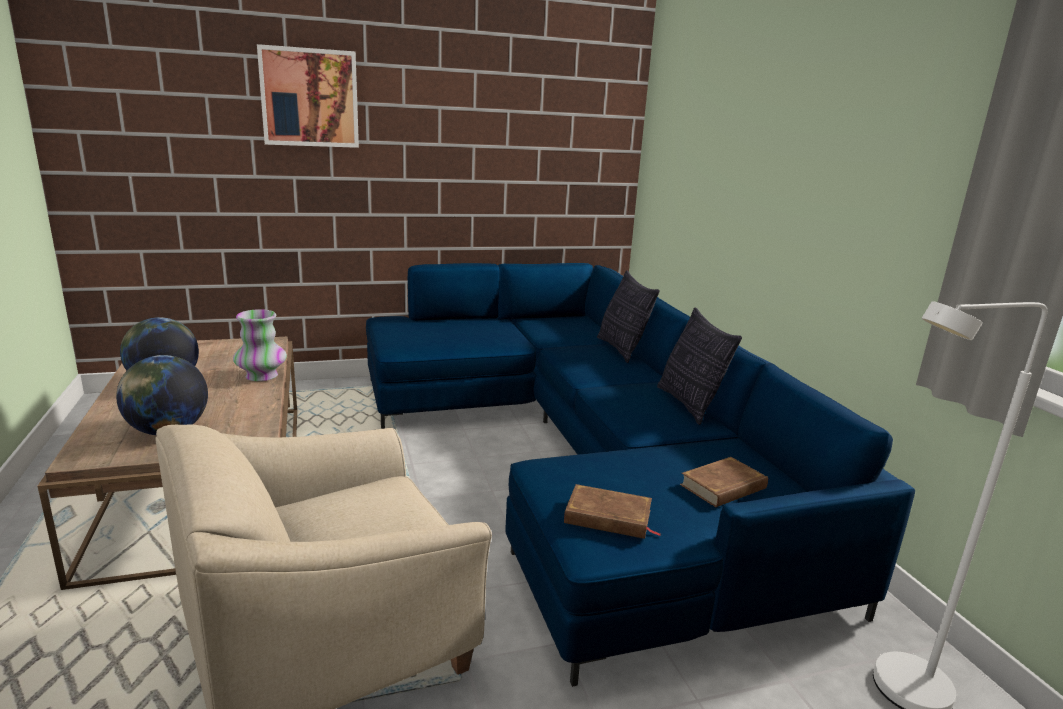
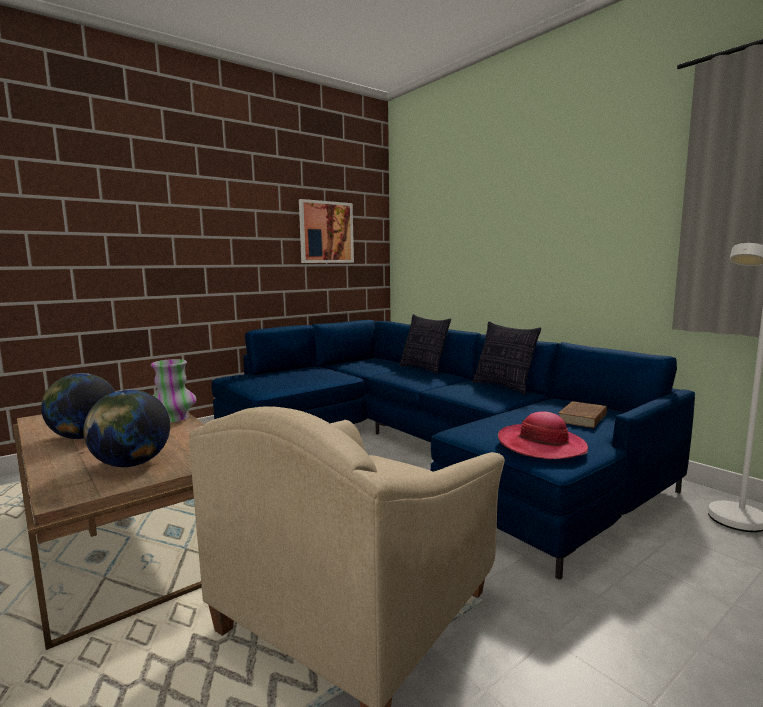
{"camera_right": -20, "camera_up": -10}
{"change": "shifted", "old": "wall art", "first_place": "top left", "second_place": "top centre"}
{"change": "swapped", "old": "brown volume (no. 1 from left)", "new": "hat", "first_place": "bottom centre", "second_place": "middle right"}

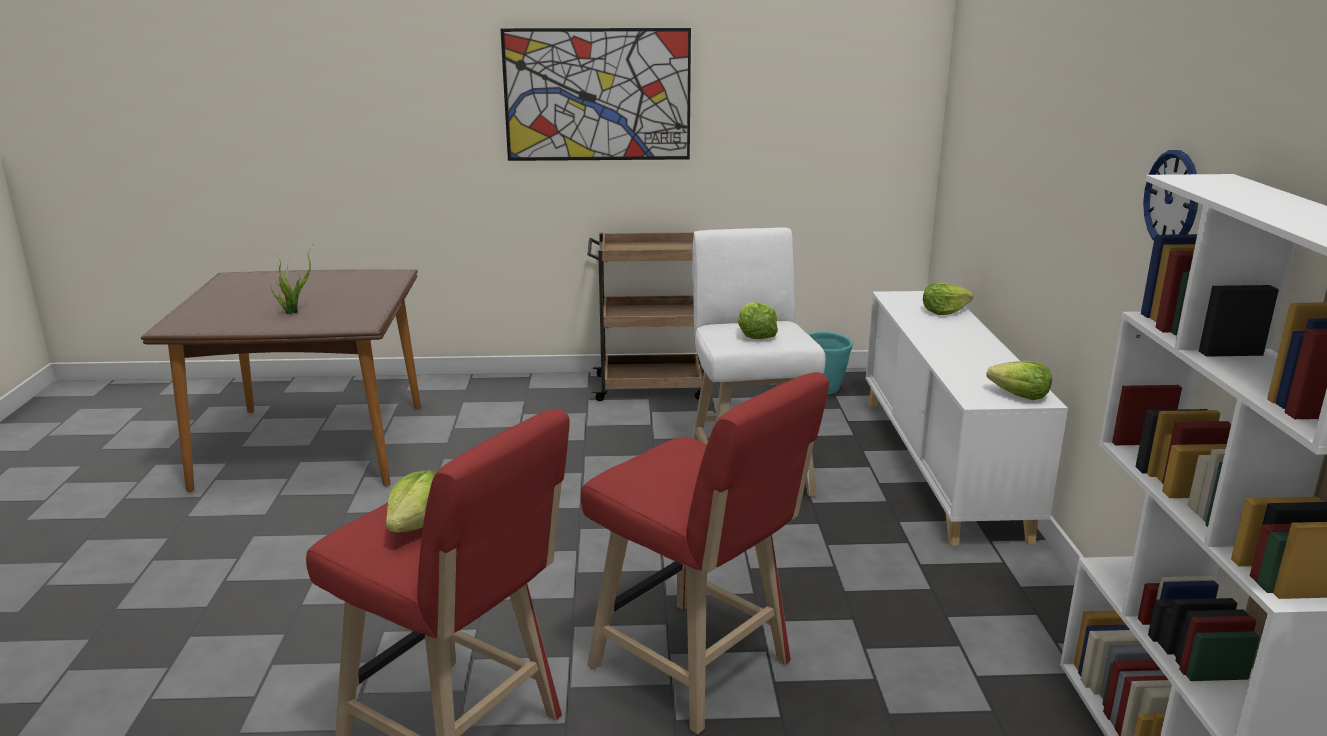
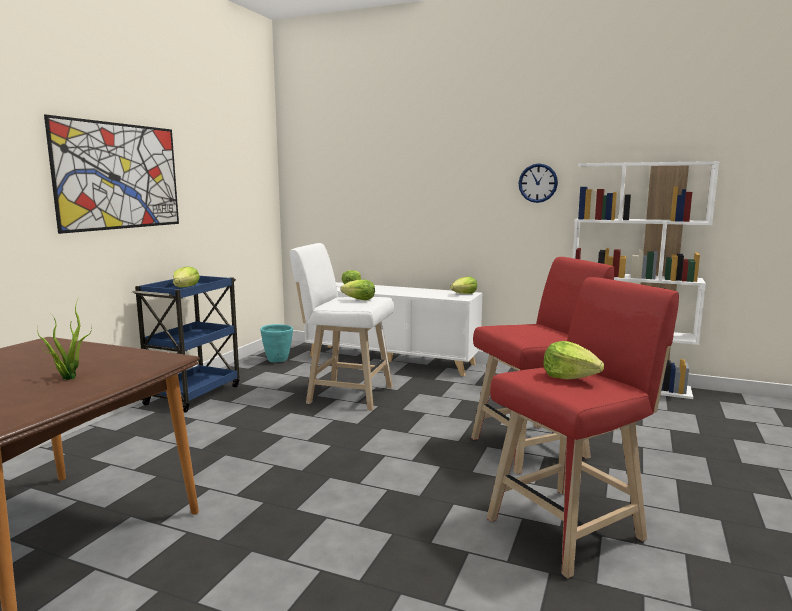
{"camera_right": -65, "camera_up": -10}
{"change": "new", "new": "lettuce (no. 1 from left)", "second_place": "middle left"}
{"change": "repainted", "old": "brown cart", "new": "blue-coloured cart", "first_place": "centre", "second_place": "middle left"}

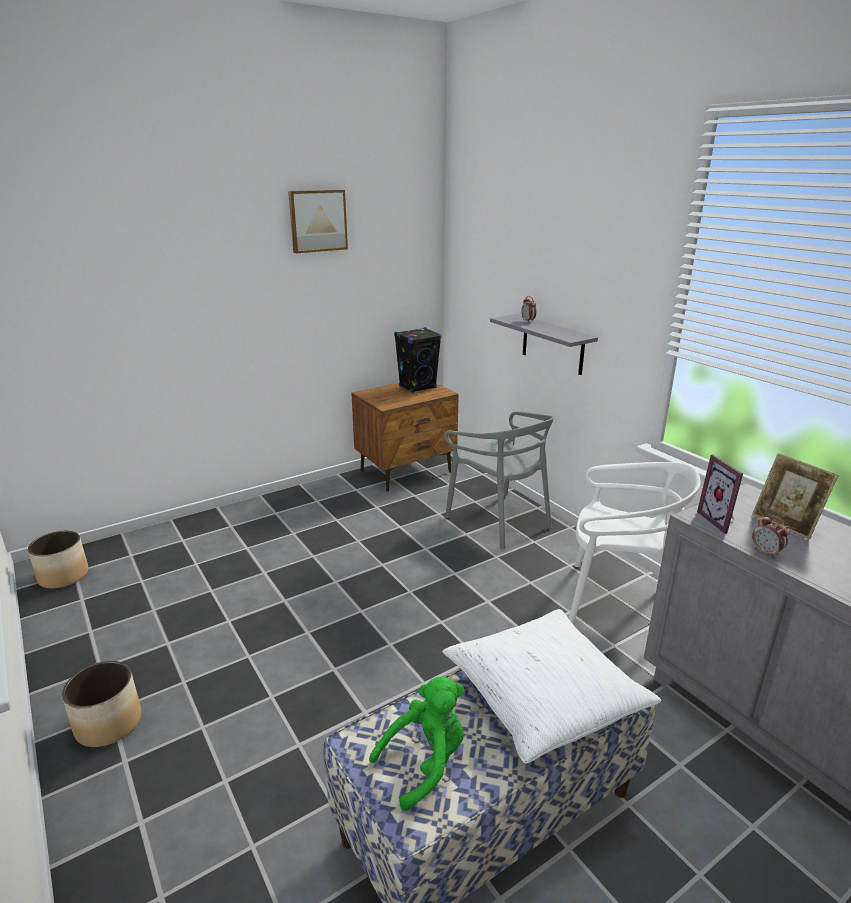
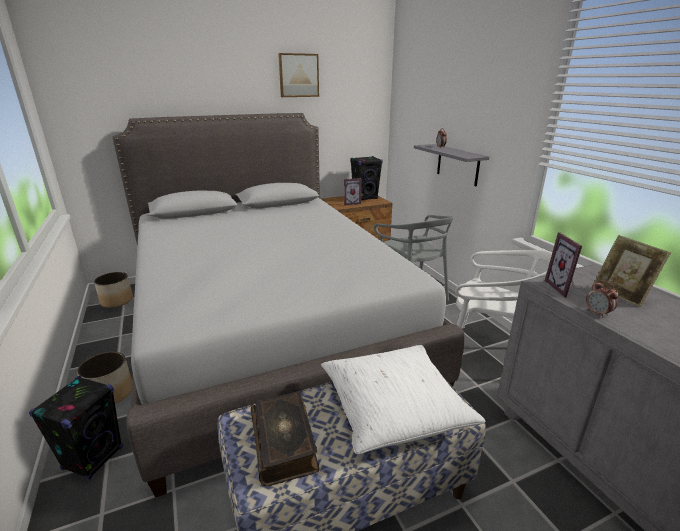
{"camera_right": 10, "camera_up": 0}
{"change": "new", "new": "black-coloured speaker (no. 1 from left)", "second_place": "bottom left"}
{"change": "new", "new": "grey bedroom bed", "second_place": "centre"}
{"change": "new", "new": "photo frame (no. 1 from left)", "second_place": "centre"}
{"change": "swapped", "old": "green-coloured cuddly toy", "new": "volume", "first_place": "bottom centre", "second_place": "bottom centre"}

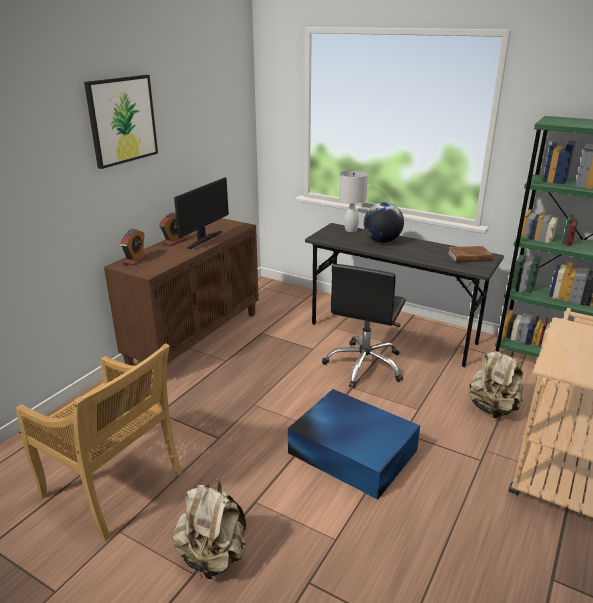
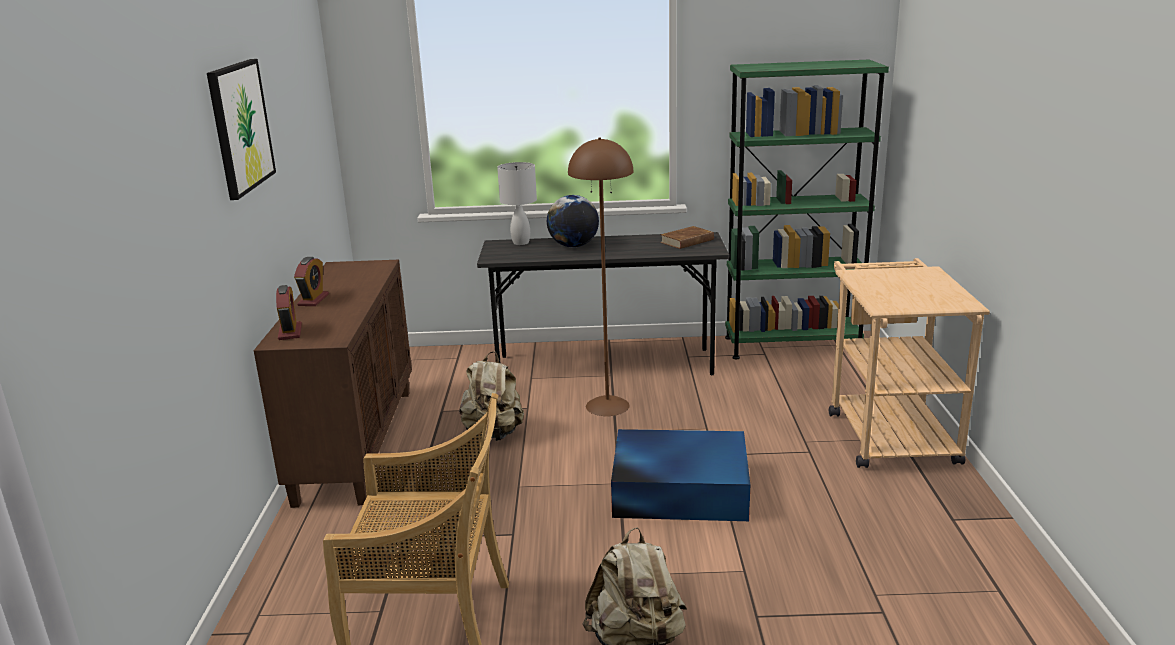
{"camera_right": -30, "camera_up": -5}
{"change": "gone", "old": "computer screen", "first_place": "centre"}
{"change": "shifted", "old": "beige rucksack (no. 2 from left in the first image)", "new": "beige rucksack (no. 1 from left)", "first_place": "middle right", "second_place": "centre"}
{"change": "swapped", "old": "black-coloured desk chair", "new": "brown standing lamp", "first_place": "centre", "second_place": "centre"}

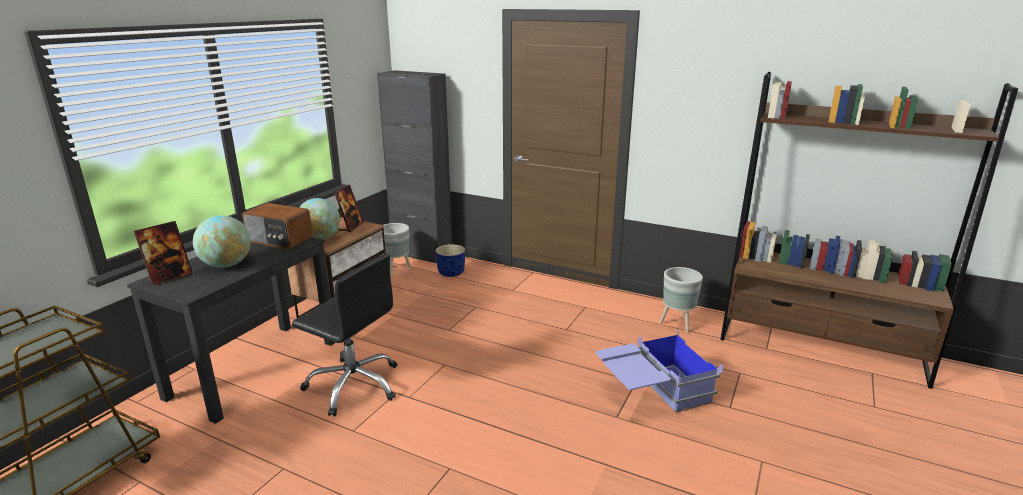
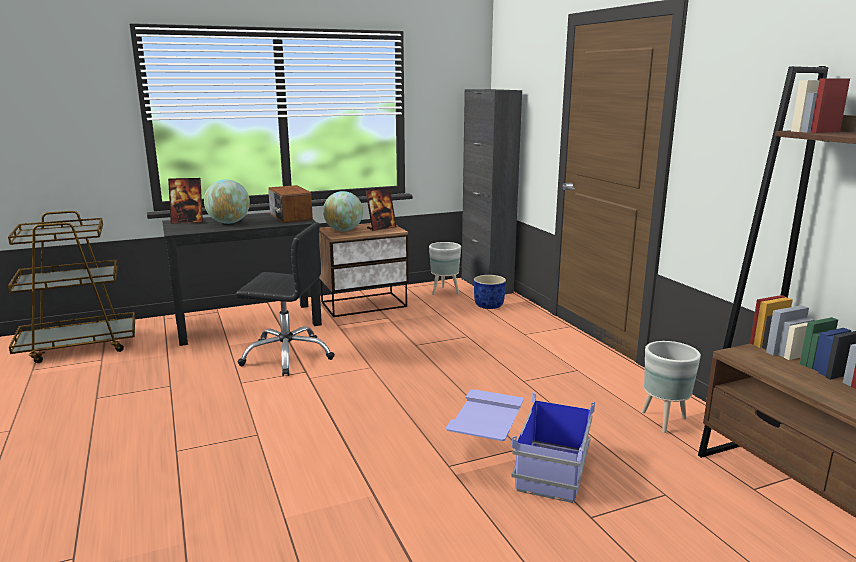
{"camera_right": 40, "camera_up": -5}
{"change": "rotated", "old": "black-coloured desk chair", "first_place": "bottom centre", "second_place": "middle left", "degrees": -60}

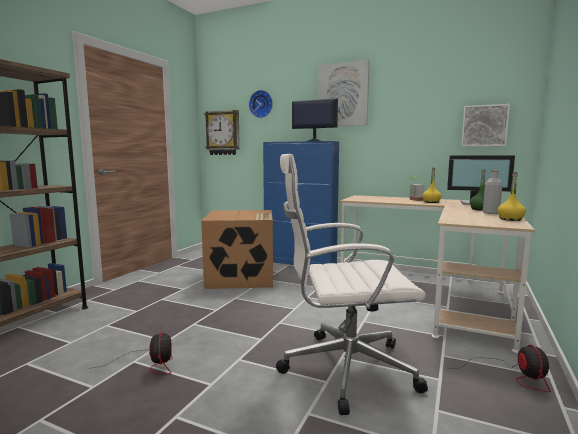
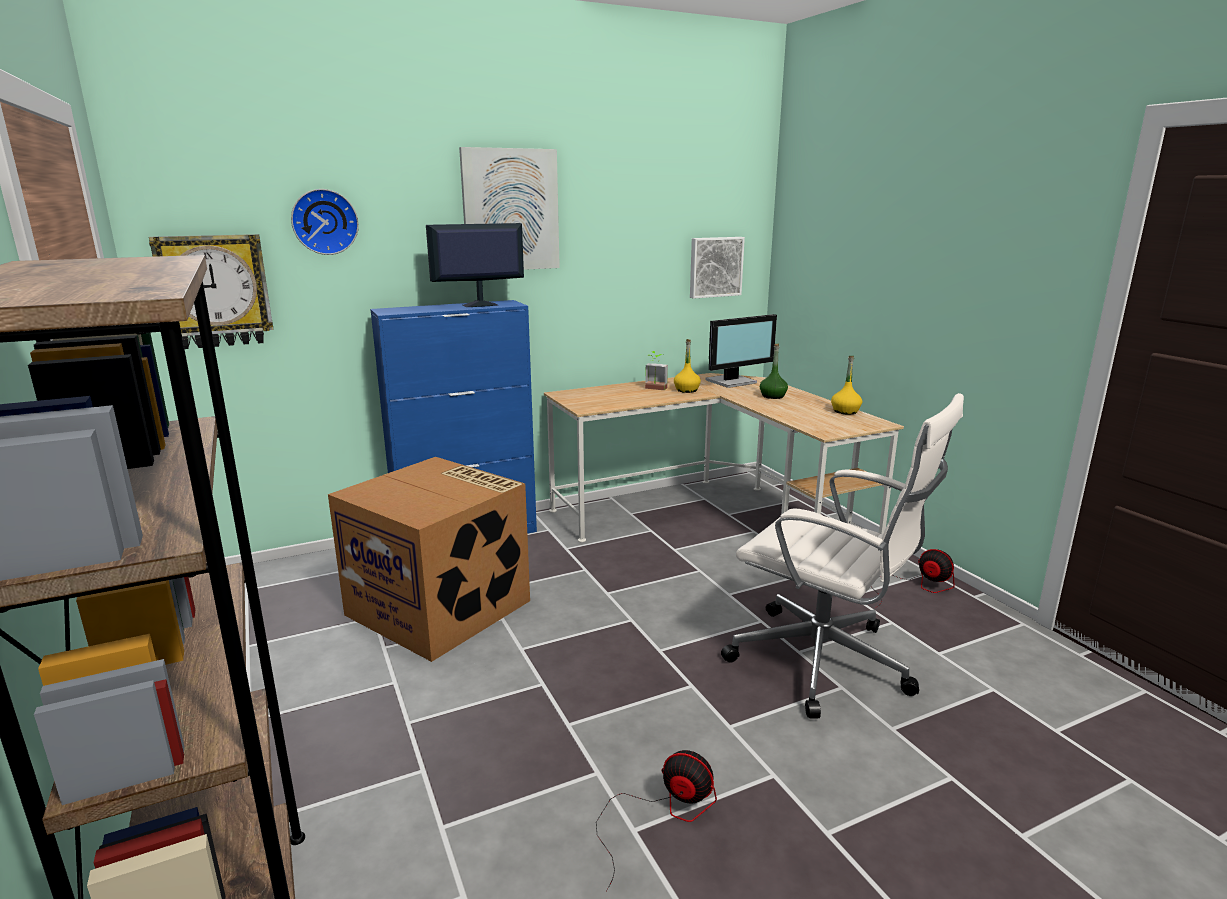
{"camera_right": -50, "camera_up": 10}
{"change": "gone", "old": "grey drink bottle", "first_place": "middle right"}
{"change": "rotated", "old": "white-coloured desk chair", "first_place": "centre", "second_place": "middle right", "degrees": -90}

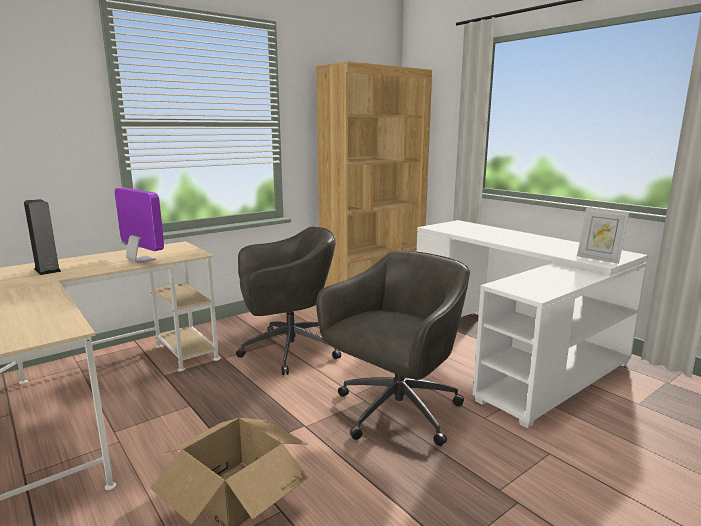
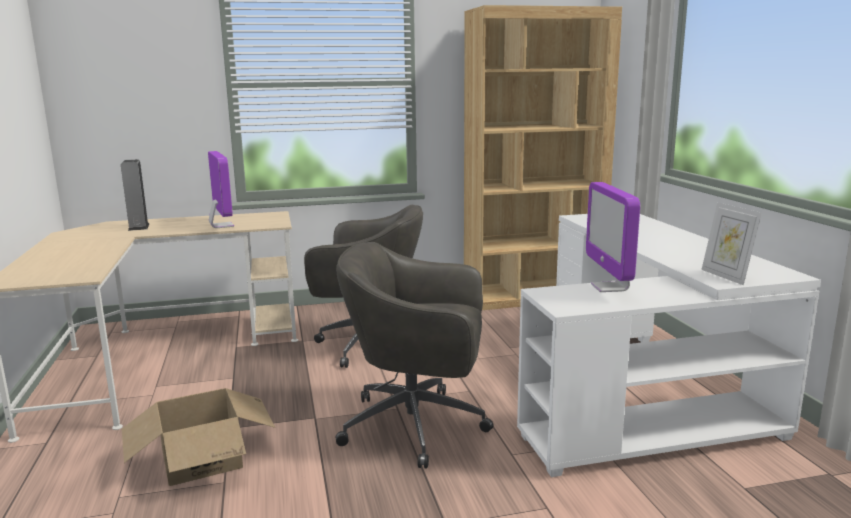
{"camera_right": 25, "camera_up": 0}
{"change": "new", "new": "computer screen (no. 2 from left)", "second_place": "middle right"}
{"change": "rotated", "old": "grey desk chair (no. 2 from left)", "first_place": "centre", "second_place": "bottom centre", "degrees": -150}

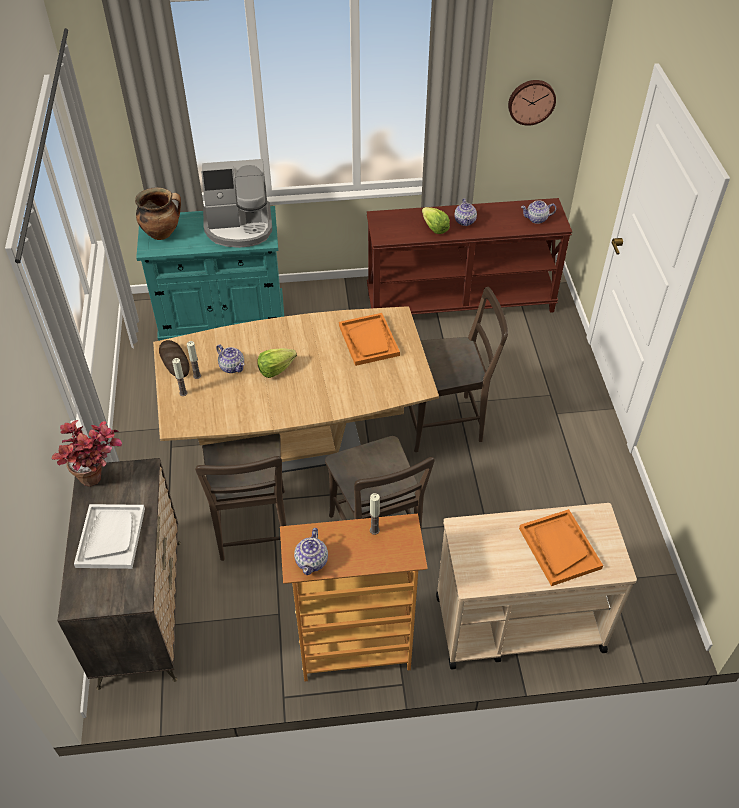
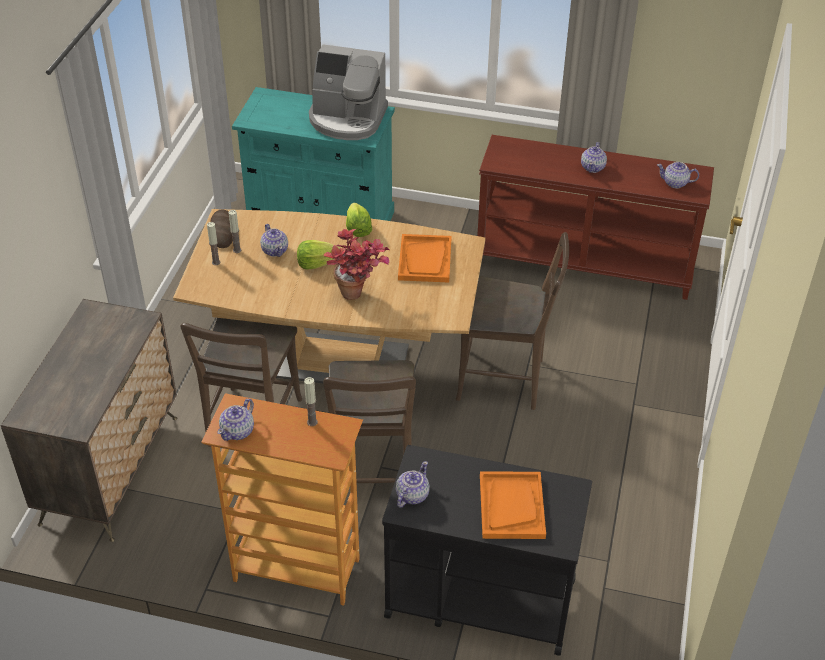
{"camera_right": 20, "camera_up": -5}
{"change": "gone", "old": "white-coloured tray", "first_place": "middle left"}
{"change": "gone", "old": "stockpot", "first_place": "top left"}
{"change": "gone", "old": "wall clock", "first_place": "top right"}
{"change": "new", "new": "tea pot (no. 3 from left)", "second_place": "bottom centre"}
{"change": "shifted", "old": "potted plant", "first_place": "middle left", "second_place": "centre"}
{"change": "shifted", "old": "lettuce (no. 2 from left)", "first_place": "top centre", "second_place": "centre"}
{"change": "repainted", "old": "beige cart", "new": "black-coloured cart", "first_place": "bottom right", "second_place": "bottom centre"}

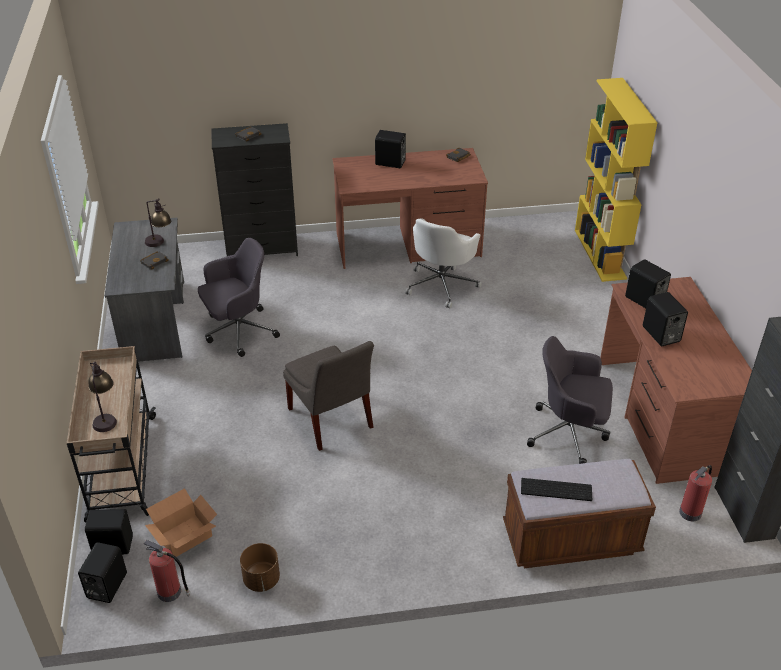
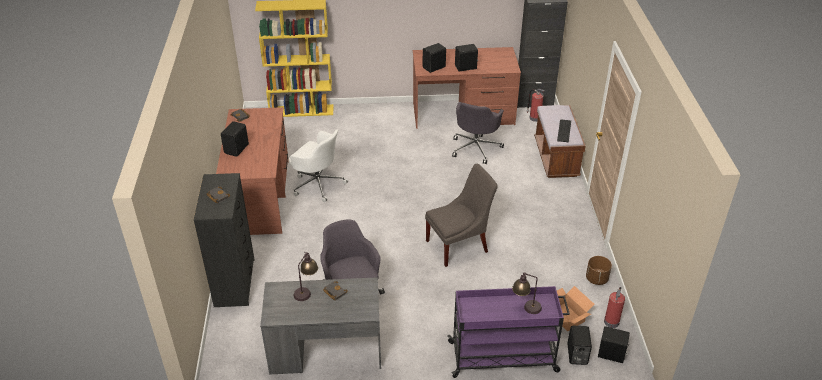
{"camera_right": -85, "camera_up": 0}
{"change": "repainted", "old": "beige cart", "new": "purple-coloured cart", "first_place": "middle left", "second_place": "bottom centre"}

